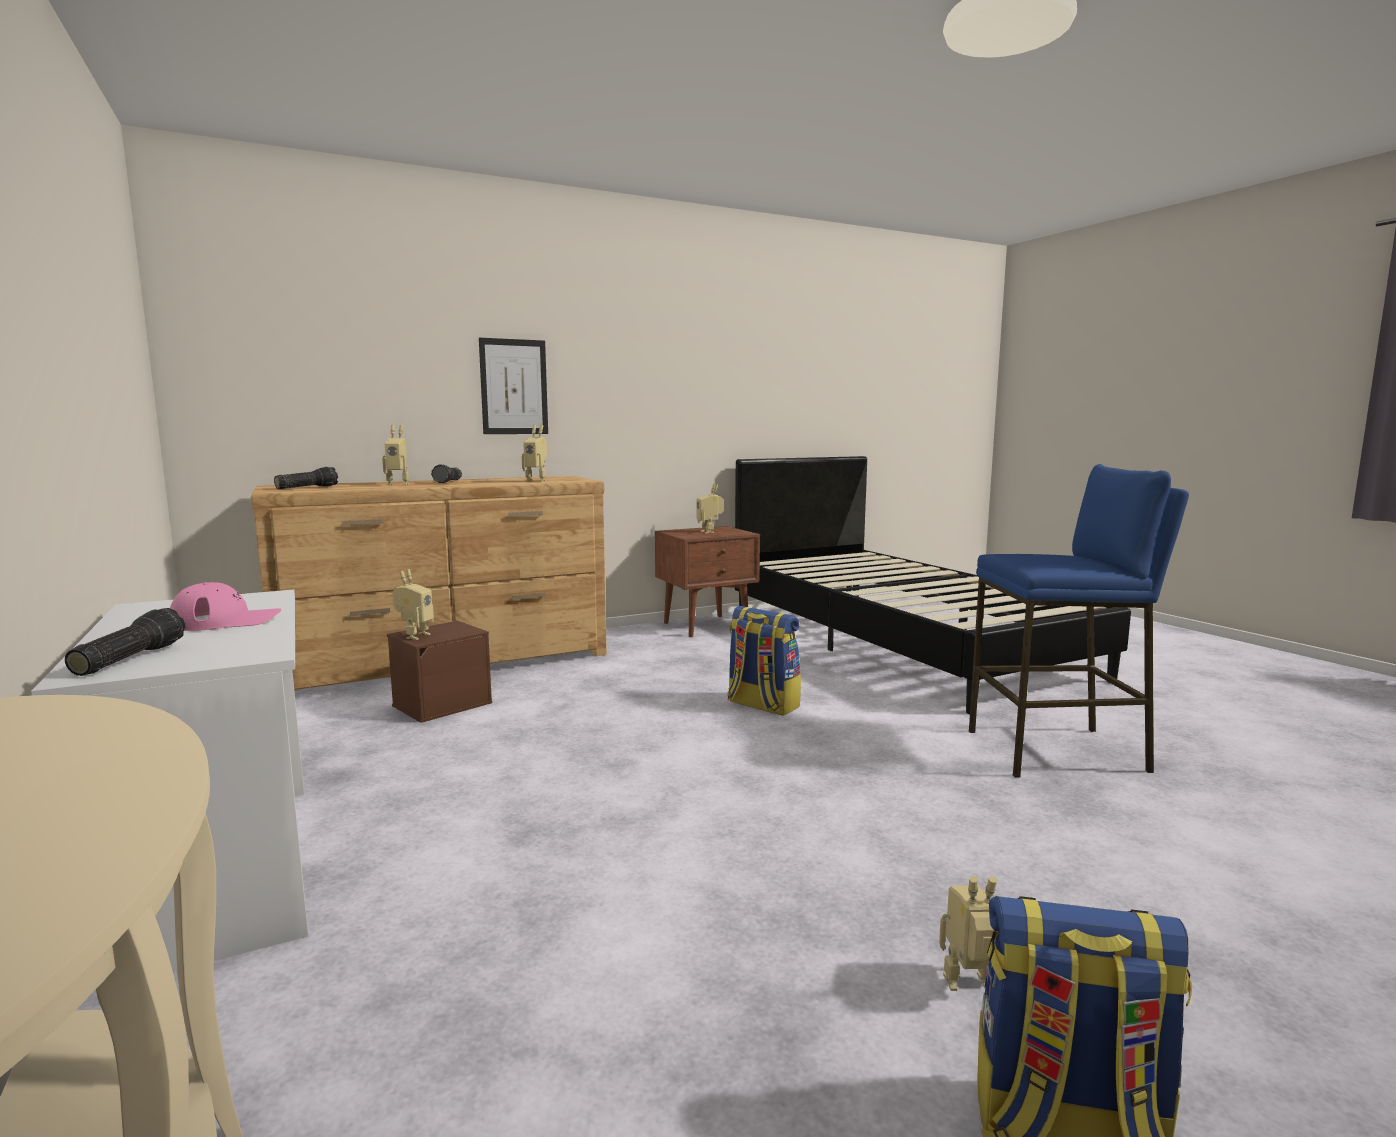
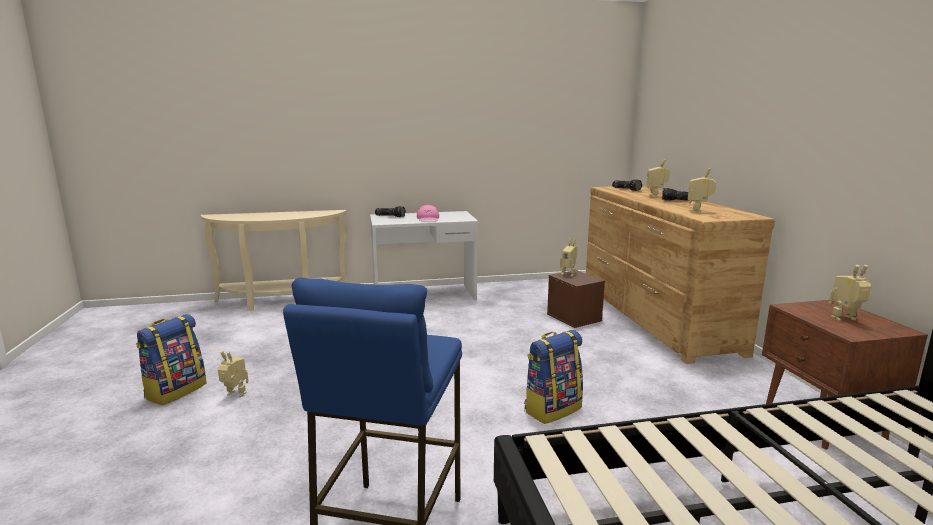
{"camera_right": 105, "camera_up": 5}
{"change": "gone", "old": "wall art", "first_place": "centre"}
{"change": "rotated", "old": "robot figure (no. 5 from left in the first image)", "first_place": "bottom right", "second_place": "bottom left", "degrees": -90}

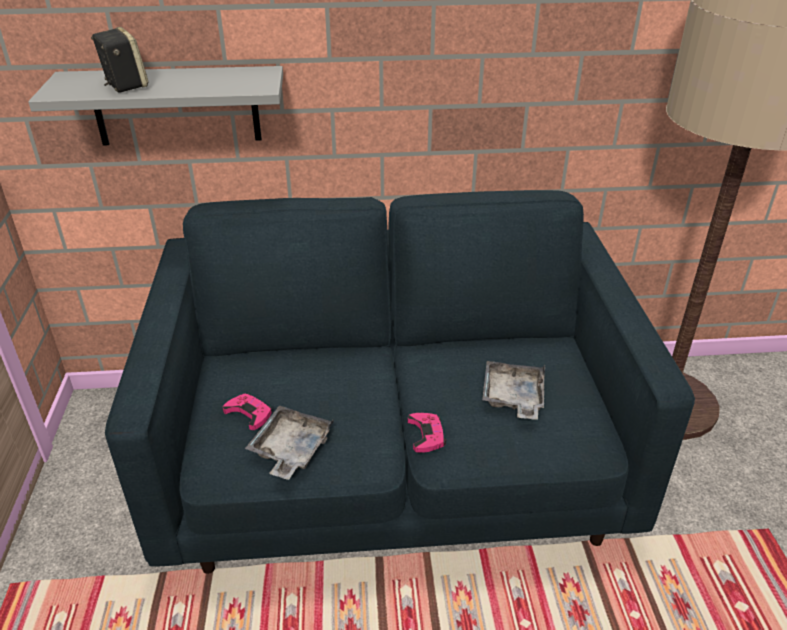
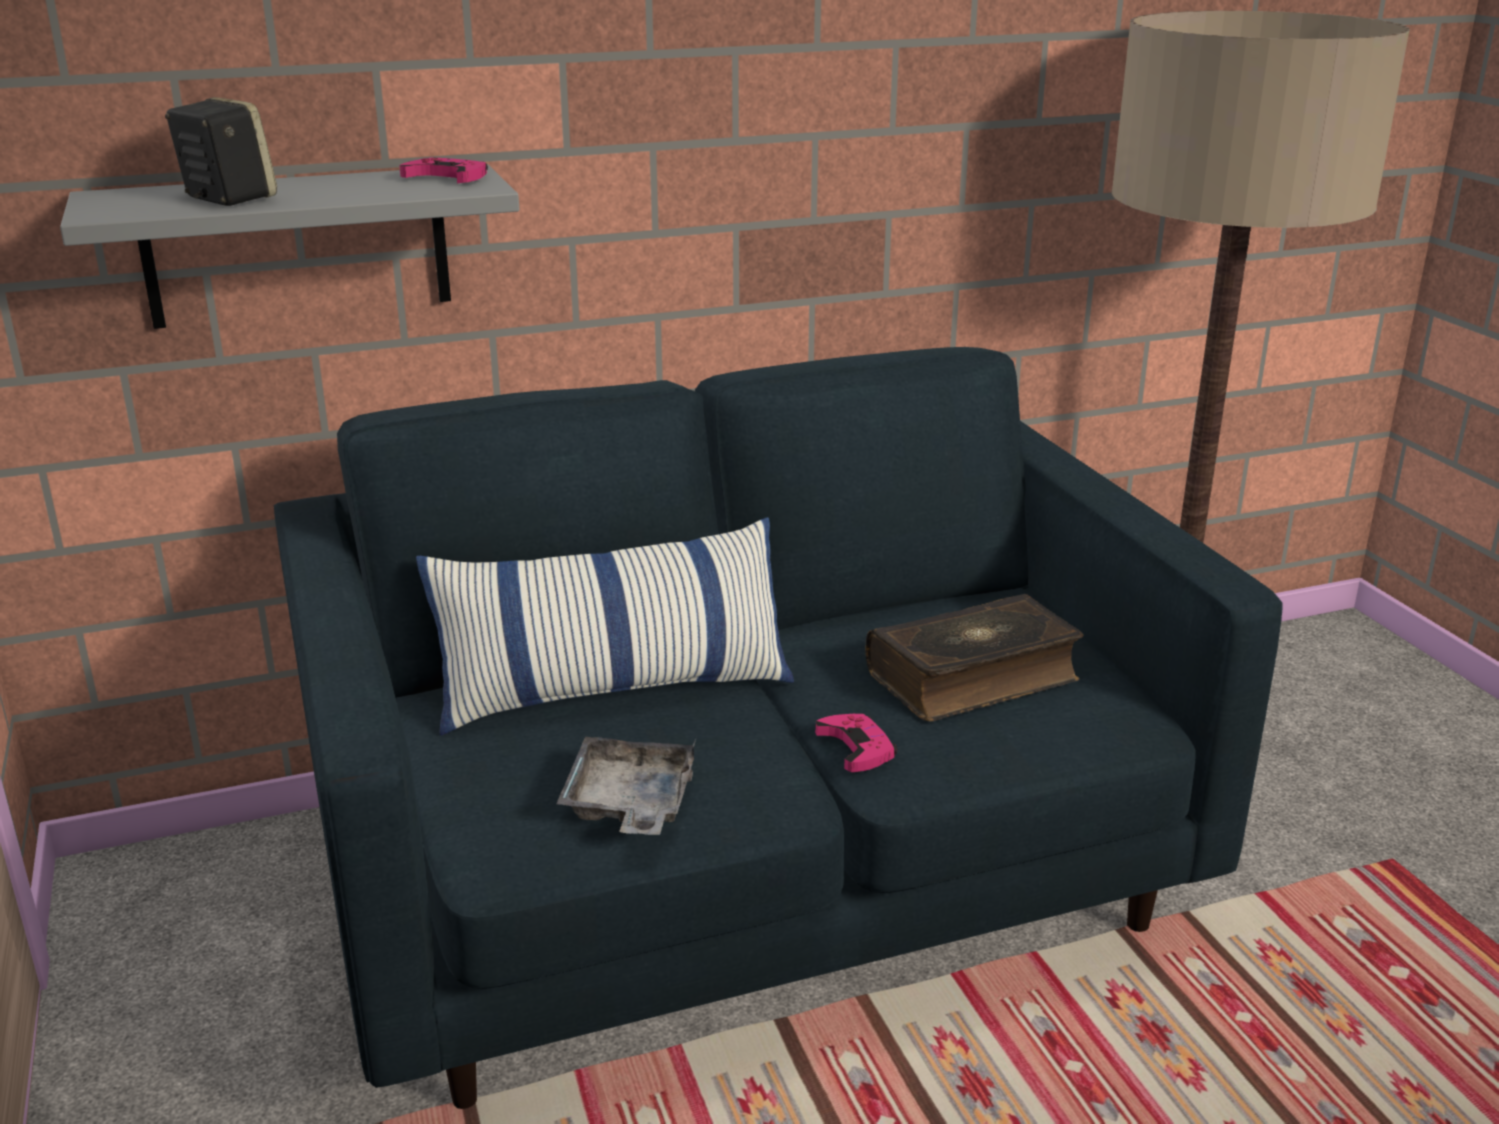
{"camera_right": -15, "camera_up": -10}
{"change": "new", "new": "cushion", "second_place": "centre"}
{"change": "shifted", "old": "pink-coloured game controller (no. 1 from left)", "first_place": "middle left", "second_place": "top left"}
{"change": "swapped", "old": "grey tray (no. 2 from left)", "new": "volume", "first_place": "centre", "second_place": "centre"}

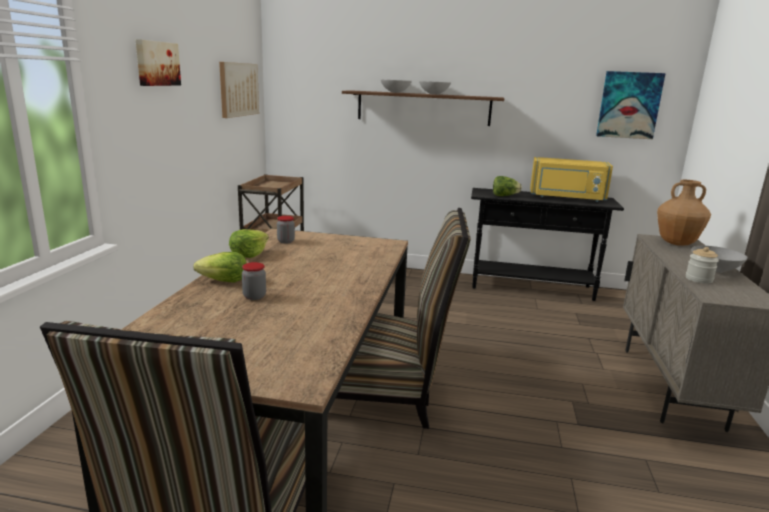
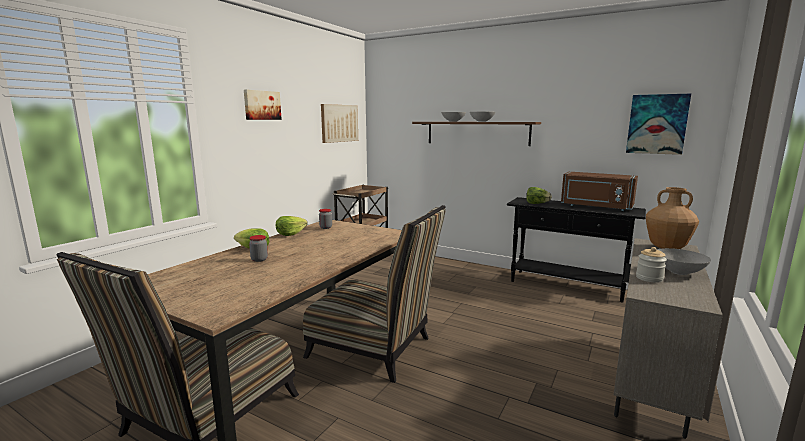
{"camera_right": 20, "camera_up": -5}
{"change": "repainted", "old": "yellow kitchen microwave", "new": "brown kitchen microwave", "first_place": "middle right", "second_place": "middle right"}

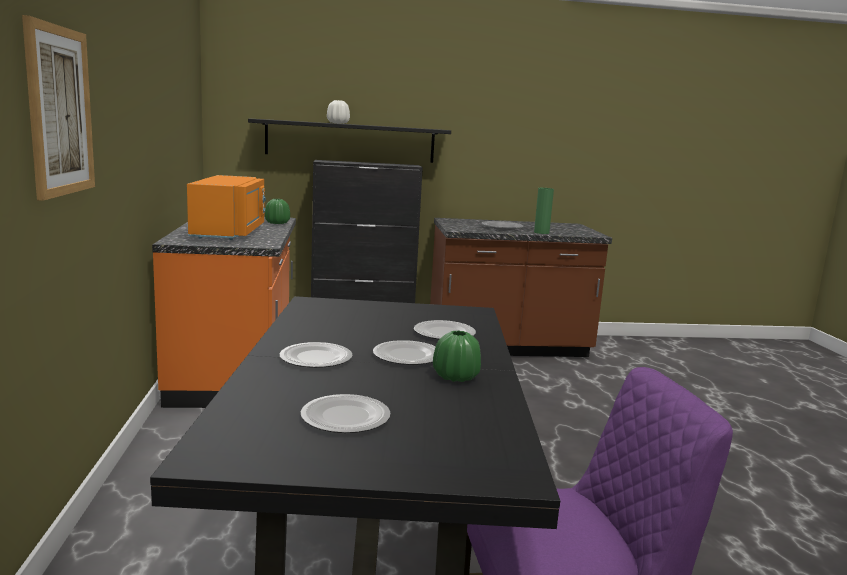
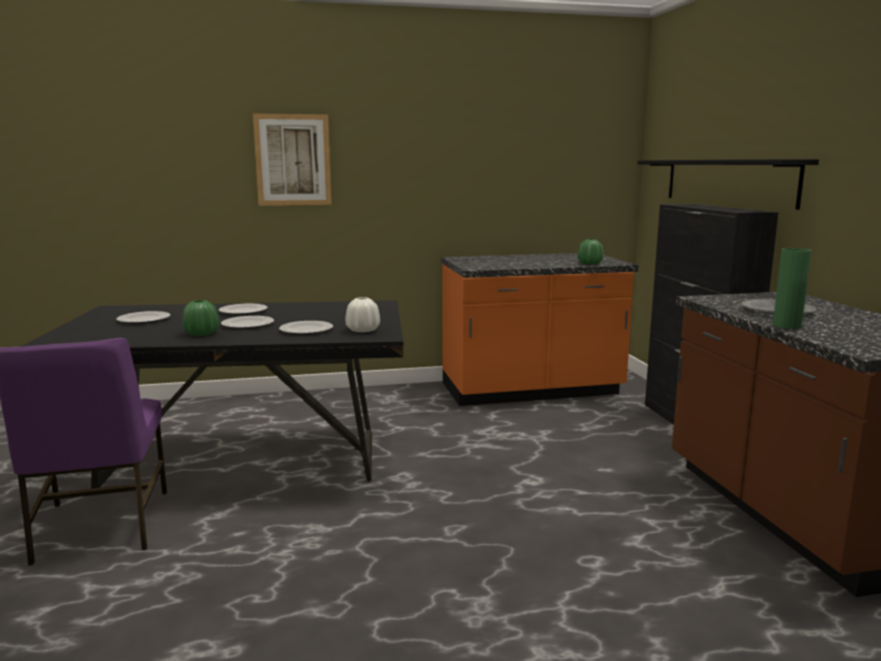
{"camera_right": 85, "camera_up": 0}
{"change": "gone", "old": "orange kitchen microwave", "first_place": "middle left"}
{"change": "shifted", "old": "white-coloured flower vase", "first_place": "top centre", "second_place": "centre"}

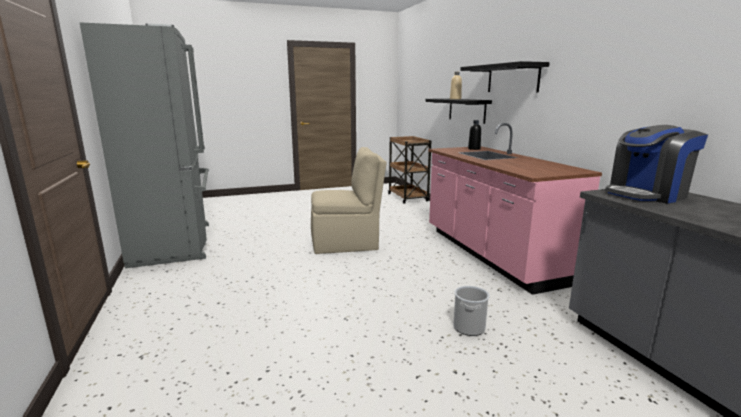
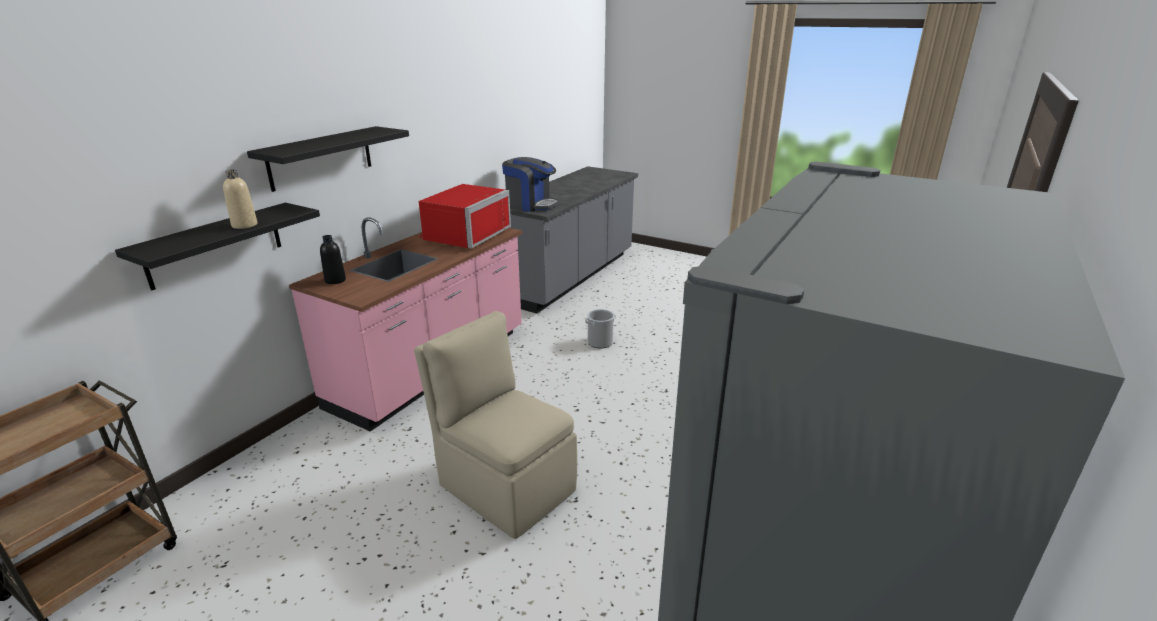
{"camera_right": -130, "camera_up": 10}
{"change": "new", "new": "red-coloured kitchen microwave", "second_place": "centre"}

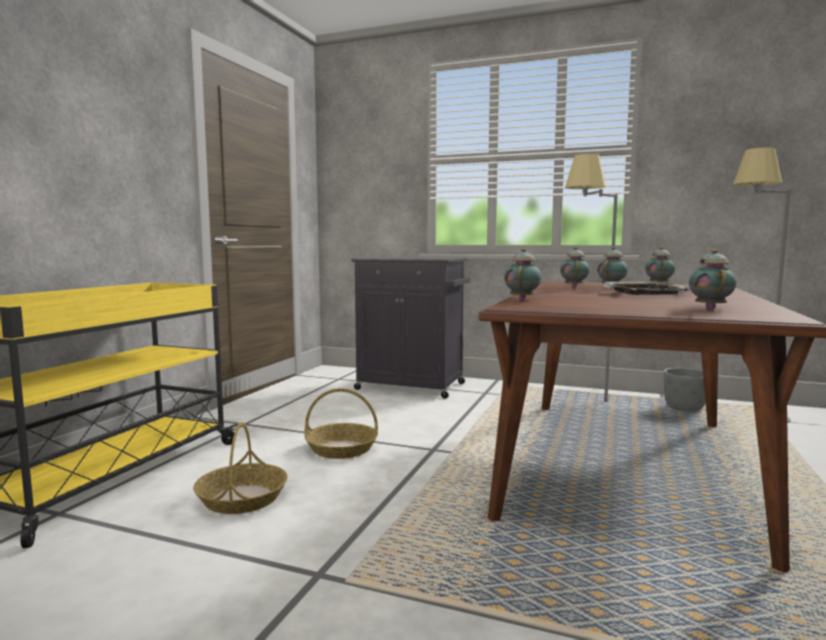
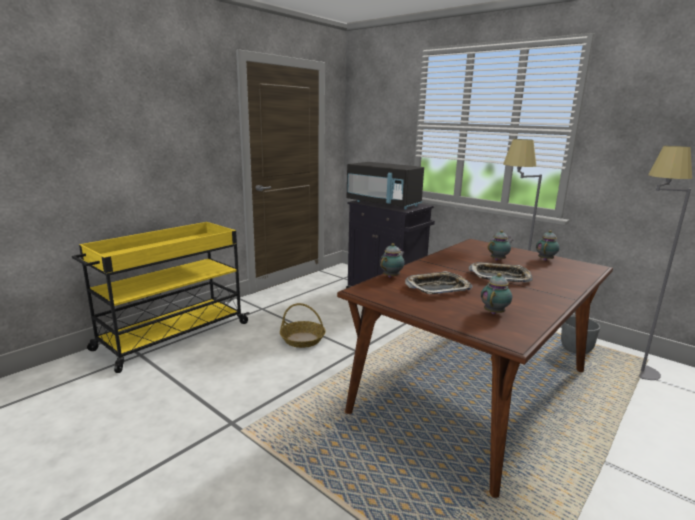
{"camera_right": 20, "camera_up": 10}
{"change": "gone", "old": "storage basket (no. 1 from left)", "first_place": "bottom left"}
{"change": "gone", "old": "tea pot (no. 2 from left)", "first_place": "middle right"}
{"change": "new", "new": "black-coloured kitchen microwave", "second_place": "centre"}
{"change": "new", "new": "tray (no. 1 from left)", "second_place": "centre"}

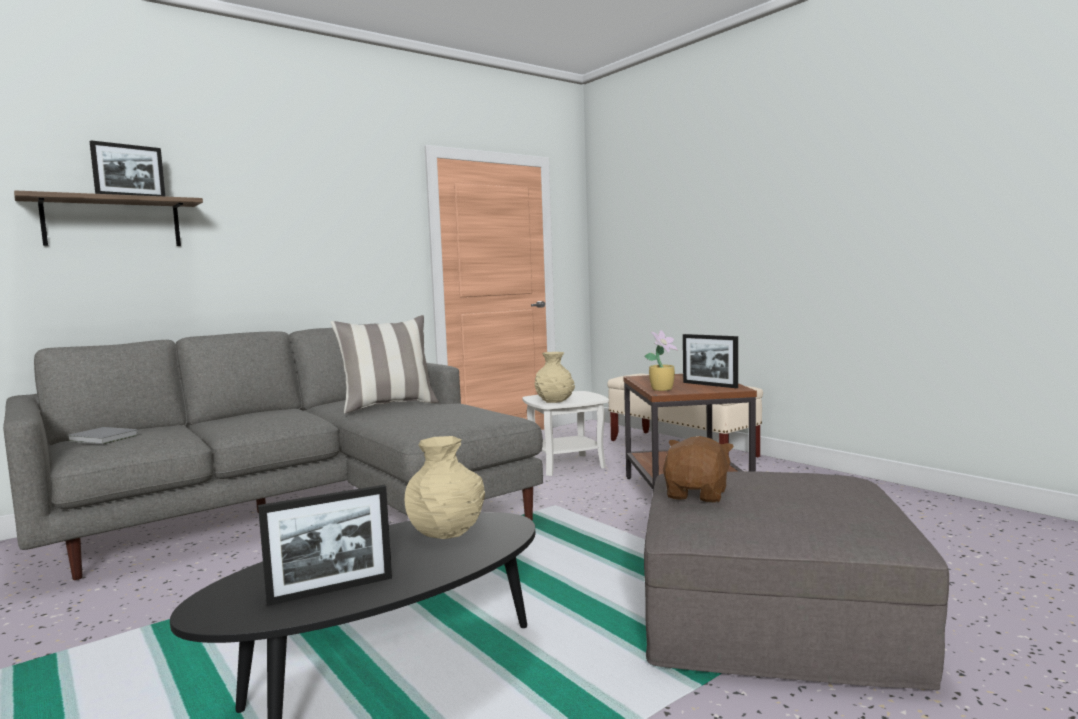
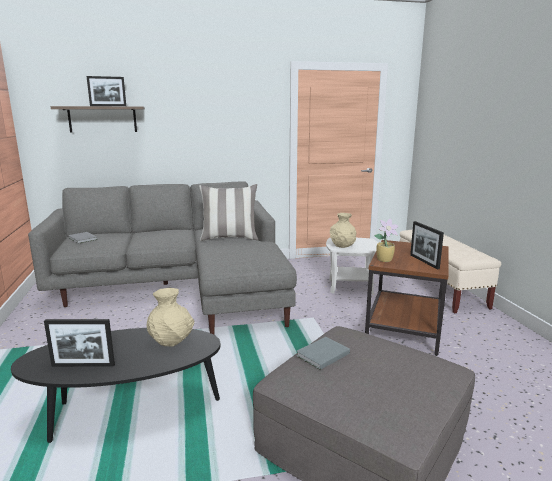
{"camera_right": 25, "camera_up": 10}
{"change": "swapped", "old": "brown cuddly toy", "new": "grey volume (no. 2 from left)", "first_place": "centre", "second_place": "bottom centre"}

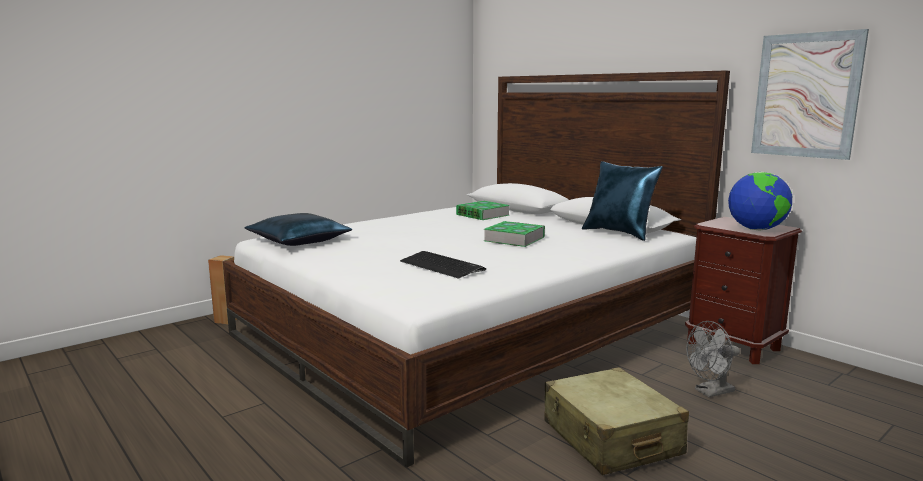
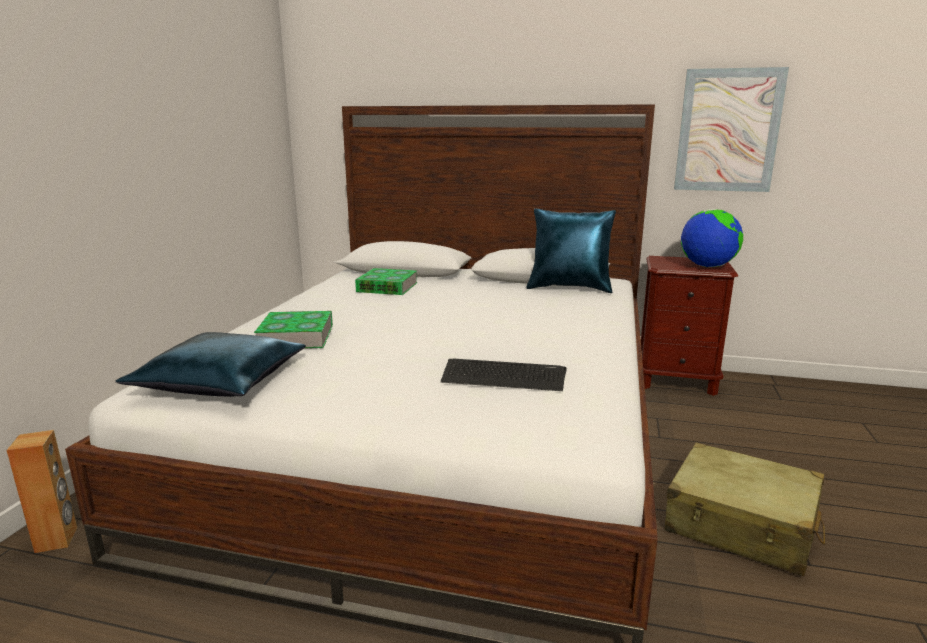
{"camera_right": -35, "camera_up": 5}
{"change": "gone", "old": "grey fan", "first_place": "bottom right"}
{"change": "shifted", "old": "volume (no. 2 from left in the first image)", "new": "volume (no. 1 from left)", "first_place": "centre", "second_place": "middle left"}

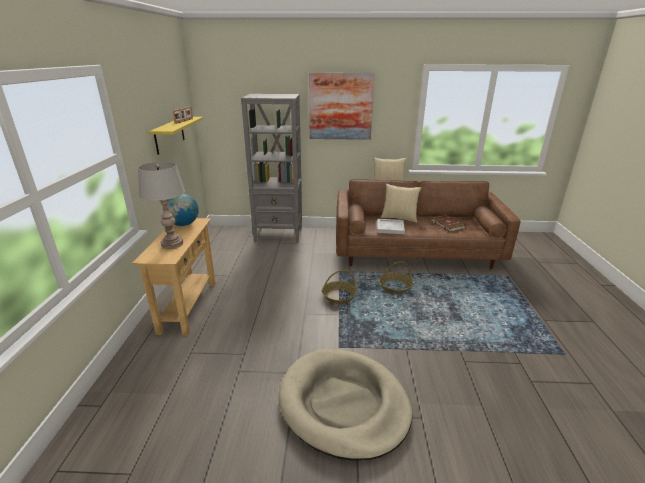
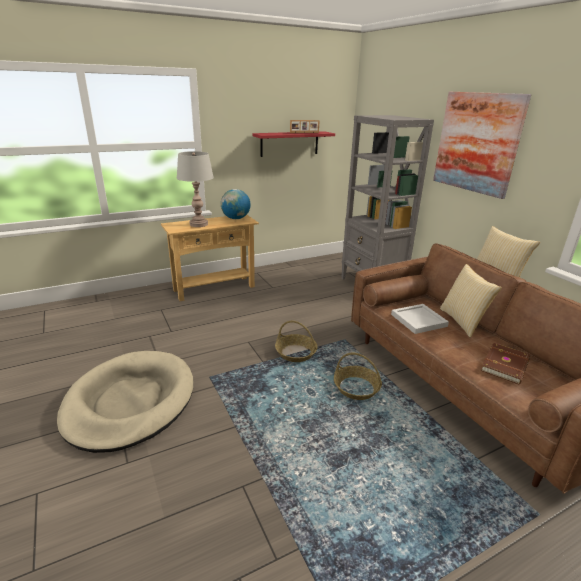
{"camera_right": 60, "camera_up": 0}
{"change": "repainted", "old": "yellow bracket shelf", "new": "red-coloured bracket shelf", "first_place": "top left", "second_place": "top centre"}

